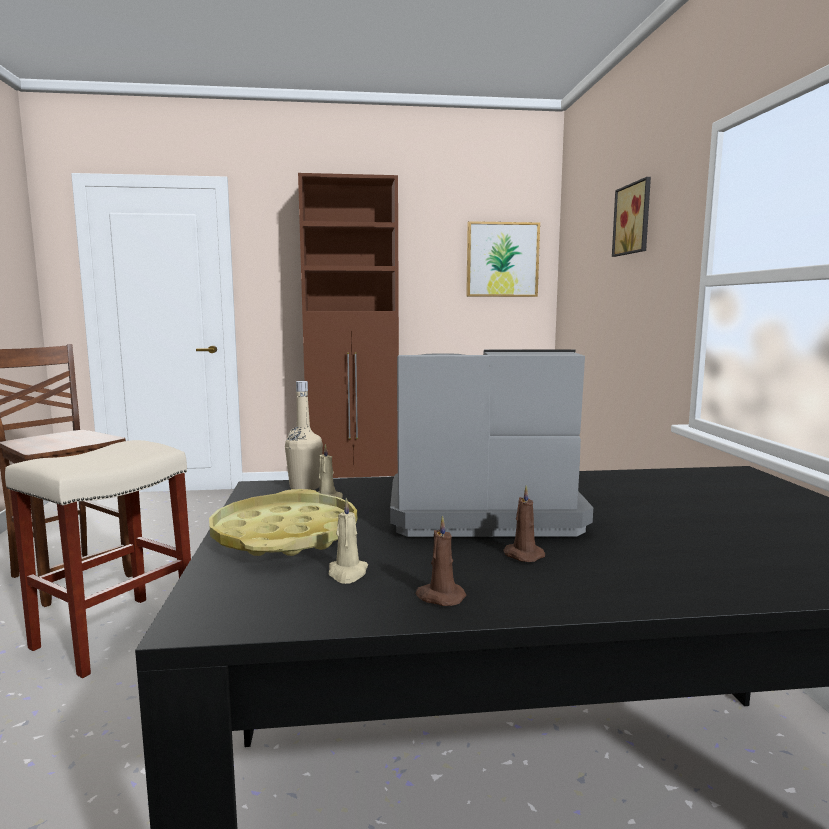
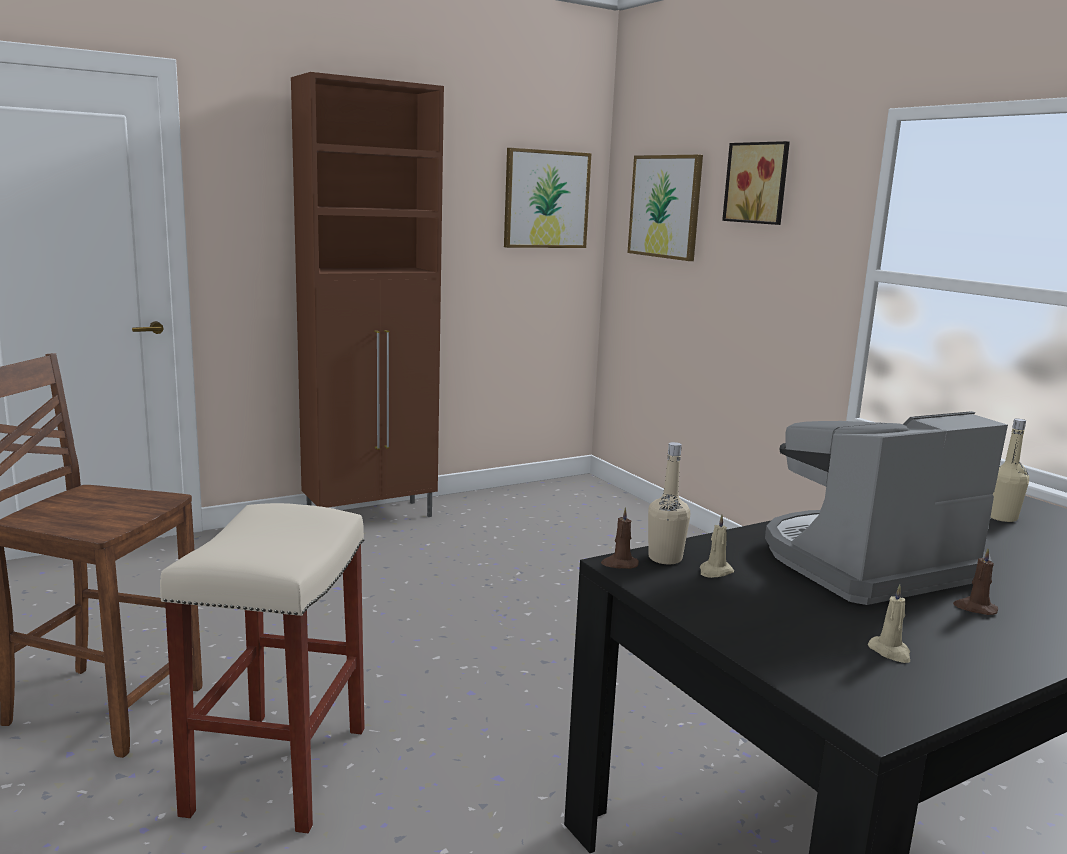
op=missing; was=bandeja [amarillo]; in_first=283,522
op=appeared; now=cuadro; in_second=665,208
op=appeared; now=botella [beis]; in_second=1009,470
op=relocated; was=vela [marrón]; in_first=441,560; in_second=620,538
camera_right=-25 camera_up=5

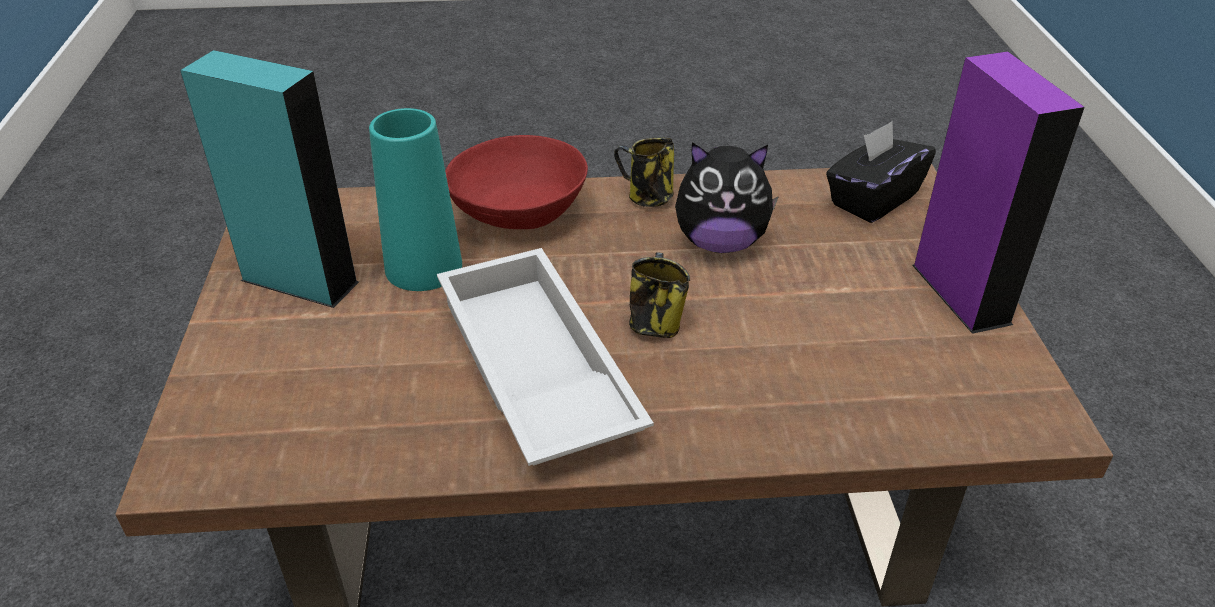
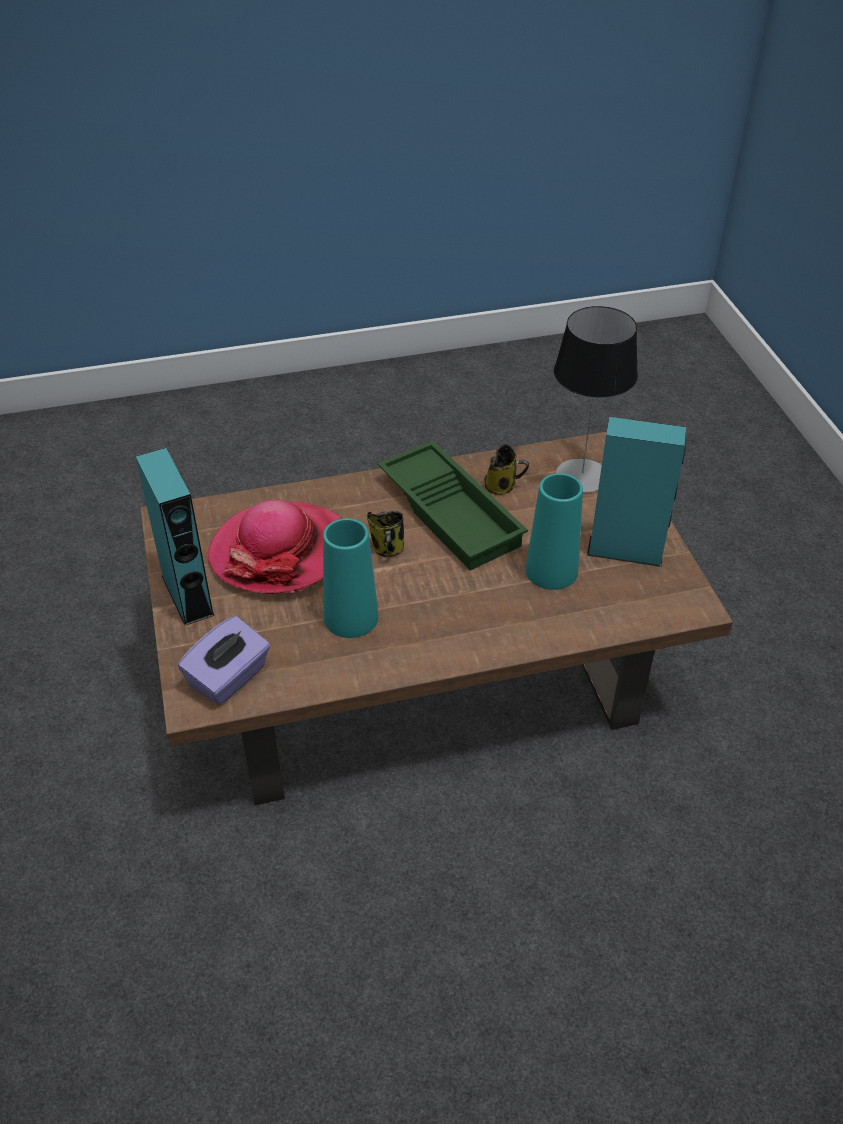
op=missing; was=cuenco [rojo]; in_first=516,182
op=appeared; now=sombrero; in_second=274,547
op=appeared; now=lámpara de mesa; in_second=596,399
op=relocated; was=taza grande; in_first=644,172; in_second=506,469
op=exchanged; was=peluche; now=florero [turquesa]; in_first=727,197; in_second=351,578
op=colour; was=bandeja [blanco]; now=bandeja [verde]; in_first=545,357; in_second=452,505
op=colour; was=caja de pañuelos [negro]; now=caja de pañuelos [morado]; in_first=881,172; in_second=224,660
op=colour; was=altavoz [morado]; now=altavoz [turquesa]; in_first=998,192; in_second=175,537
camera_right=170 camera_up=5

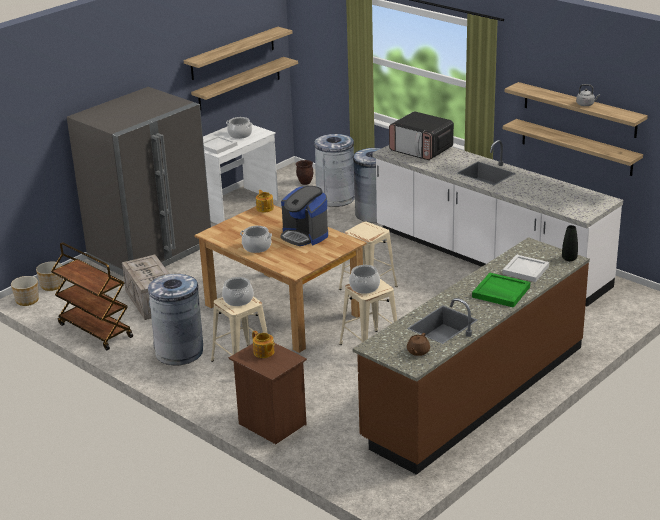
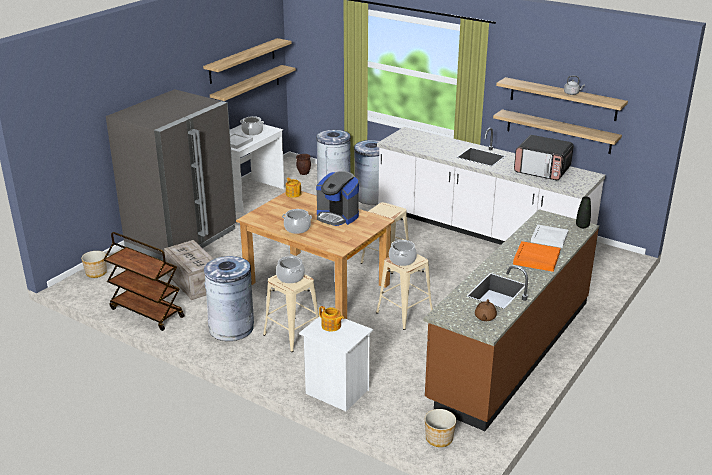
op=relocated; was=maceta; in_first=25,291; in_second=440,428
op=relocated; was=microondas; in_first=421,135; in_second=544,157
op=colour; was=mesita de noche [marrón]; now=mesita de noche [blanco]; in_first=268,393; in_second=336,363
op=colour; was=bandeja [verde]; now=bandeja [naranja]; in_first=501,290; in_second=536,256
camera_right=-10 camera_up=0

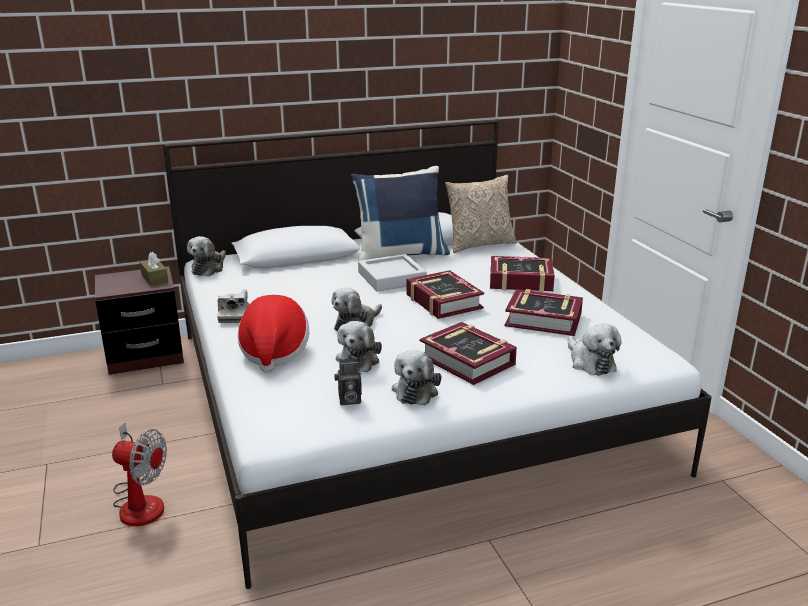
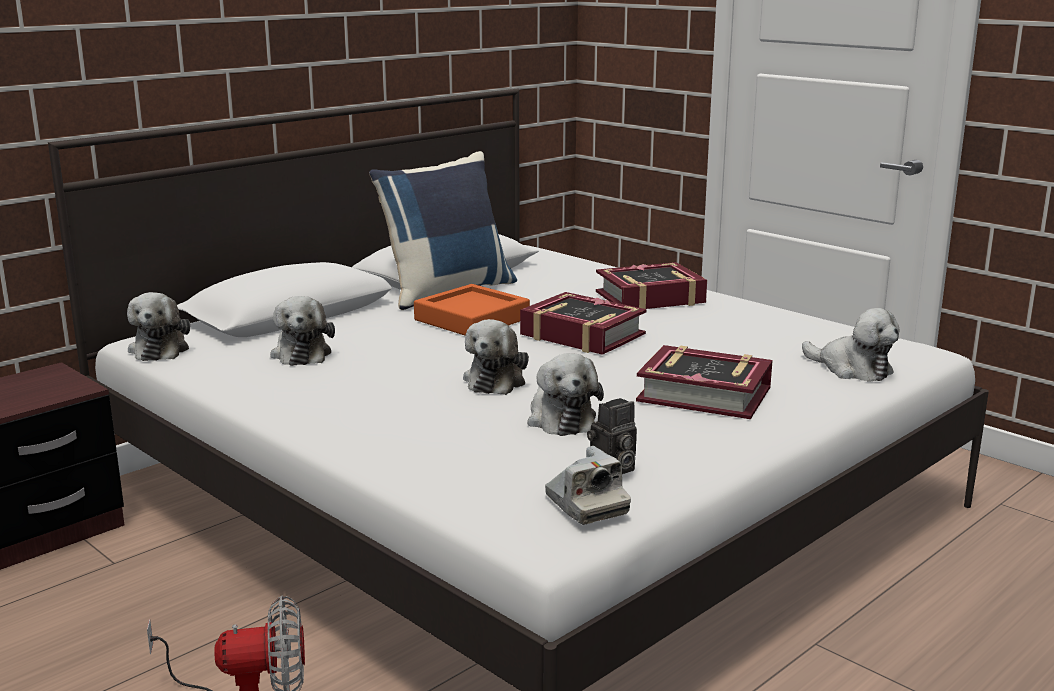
op=missing; was=caja de pañuelos [marrón]; in_first=154,269
op=missing; was=sombrero; in_first=273,334
op=missing; was=cojín; in_first=481,214
op=missing; was=libro; in_first=543,312
op=relocated; was=cámara; in_first=233,306; in_second=588,485
op=relocated; was=peluche; in_first=416,377; in_second=302,331
op=colour; was=bandeja [gris]; now=bandeja [naranja]; in_first=392,273; in_second=472,309
camera_right=-25 camera_up=-5

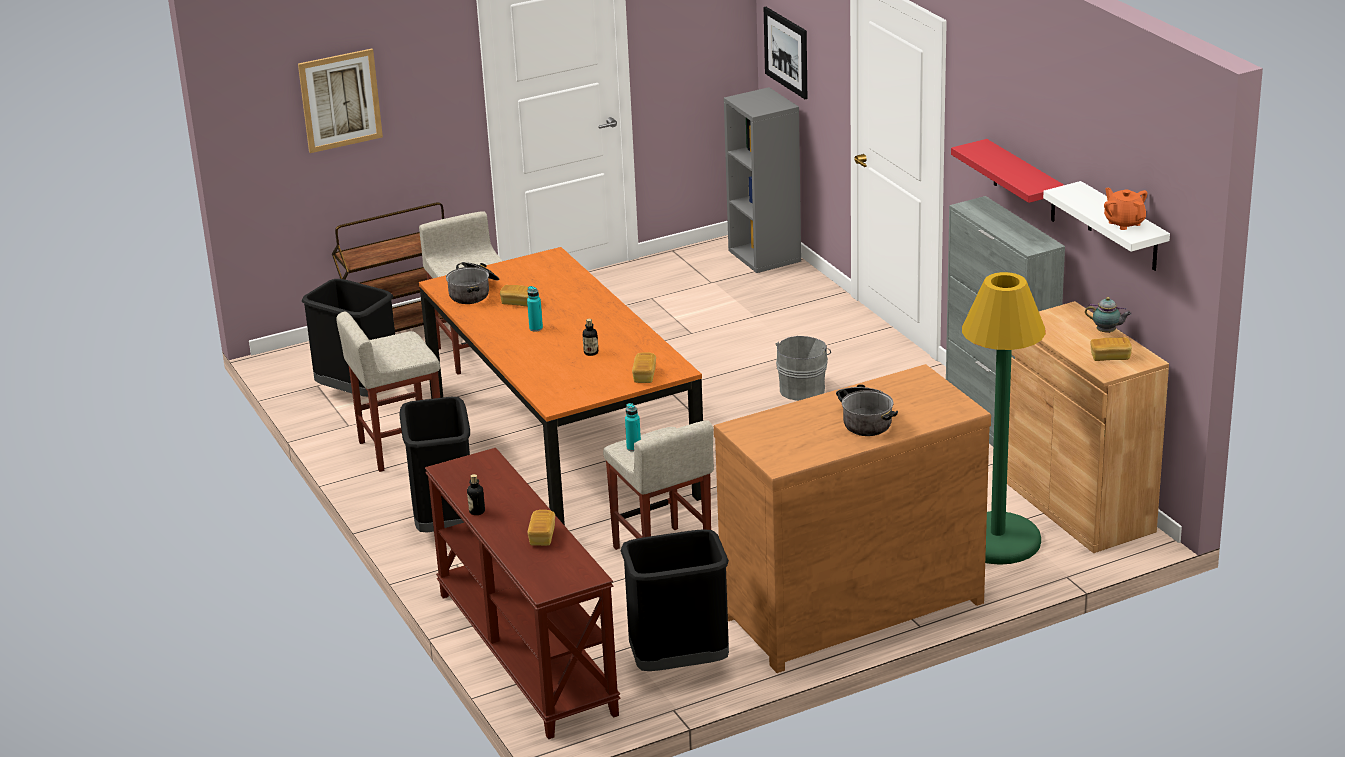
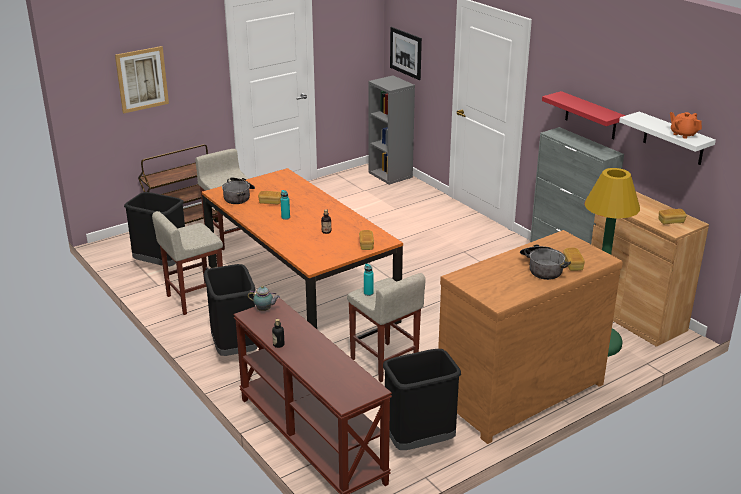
op=missing; was=cubo [gris]; in_first=803,368
op=relocated; was=pan; in_first=541,528; in_second=574,259
op=relocated; was=tetera; in_first=1108,315; in_second=264,298
camera_right=-10 camera_up=0

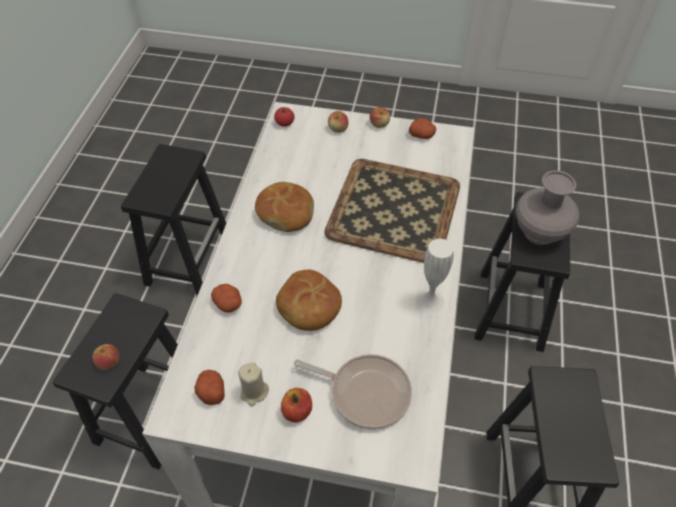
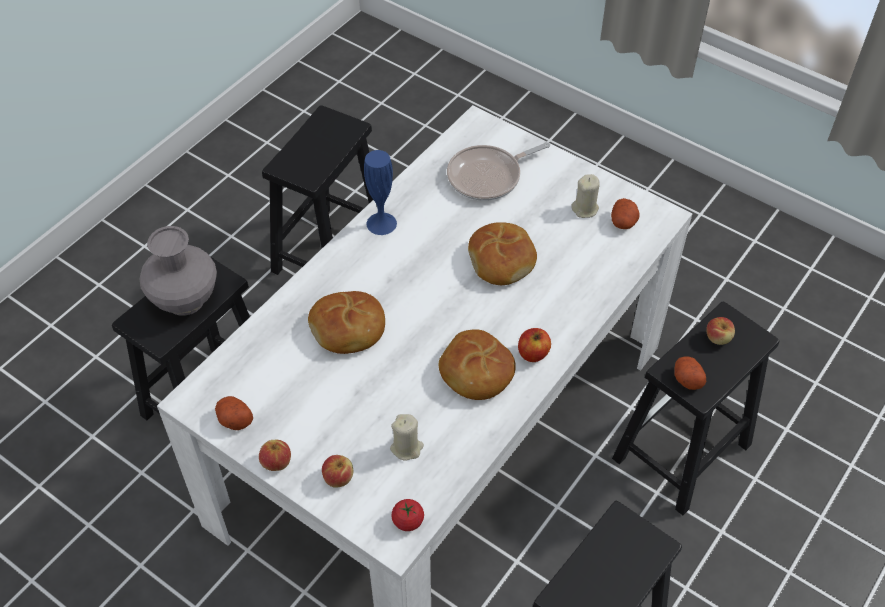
op=appeared; now=vela [beis]; in_second=407,437
op=relocated; was=patata; in_first=226,298; in_second=690,373
op=relocated; was=manzana; in_first=296,405; in_second=534,345
op=exchanged; was=bandeja; now=pan; in_first=392,211; in_second=346,322
op=colour; was=florero [blanco]; now=florero [azul]; in_first=435,276; in_second=380,192
op=spun; was=sartén; in_first=353,391; in_second=498,171; clockwise=-75
camera_right=-155 camera_up=0

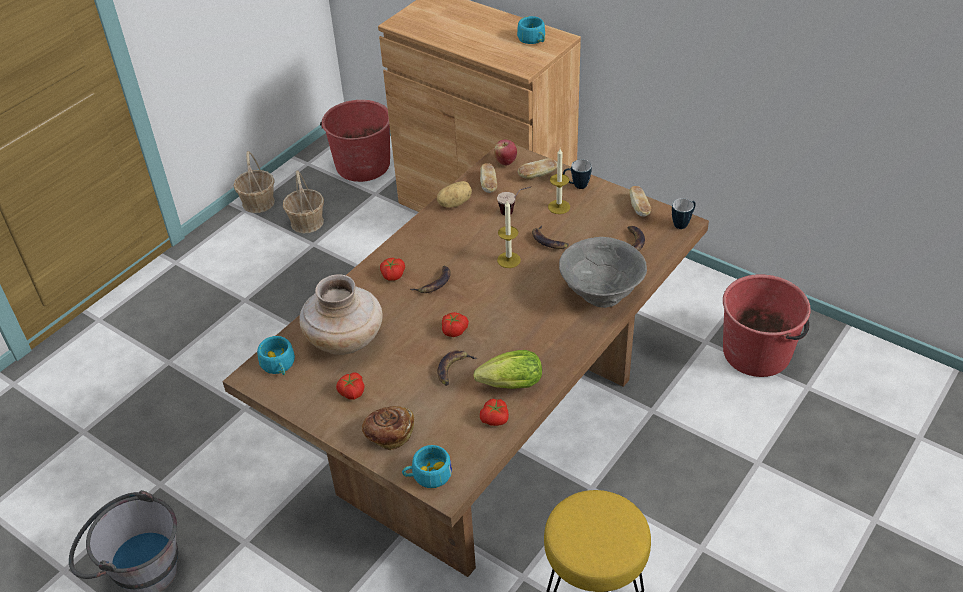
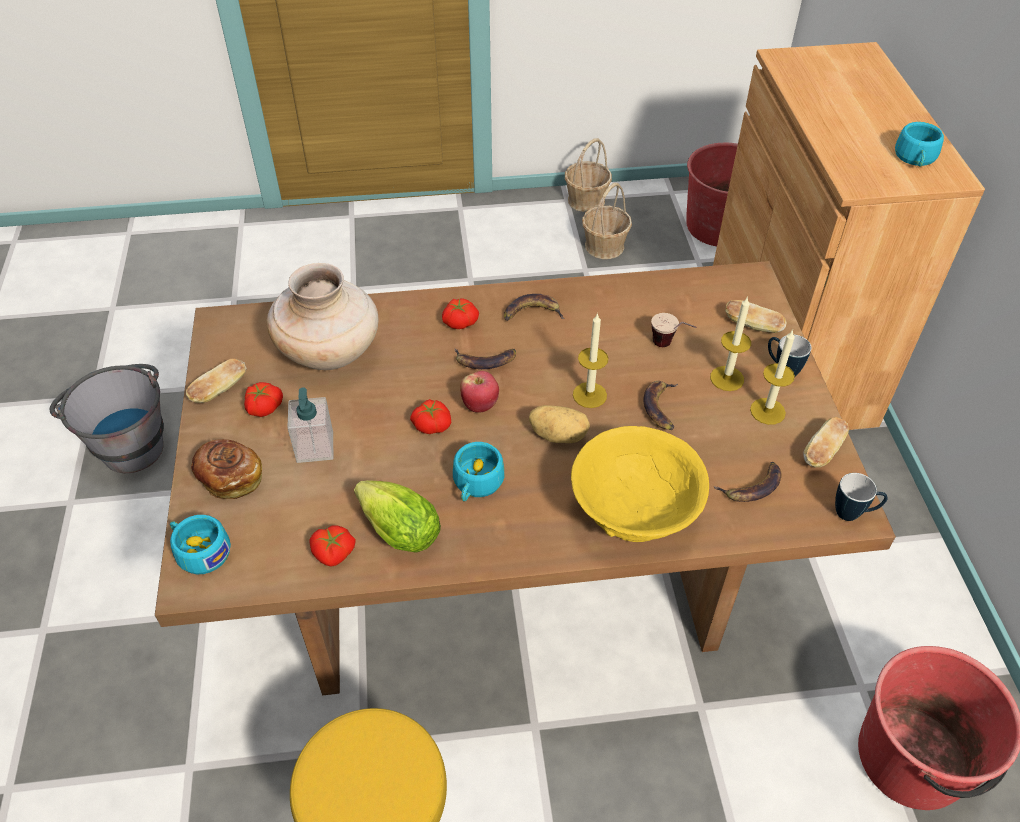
op=appeared; now=dispensador de jabón; in_second=310,425
op=appeared; now=vela; in_second=772,377
op=relocated; was=taza [turquesa]; in_first=276,355; in_second=478,471
op=relocated; was=patata; in_first=454,194; in_second=559,424
op=relocated; was=plátano; in_first=457,368; in_second=534,307
op=relocated; was=pan; in_first=488,178; in_second=216,381
op=relocated; was=manzana; in_first=505,152; in_second=479,392
op=colour; was=cuenco [gris]; now=cuenco [amarillo]; in_first=603,272; in_second=640,484
camera_right=45 camera_up=5

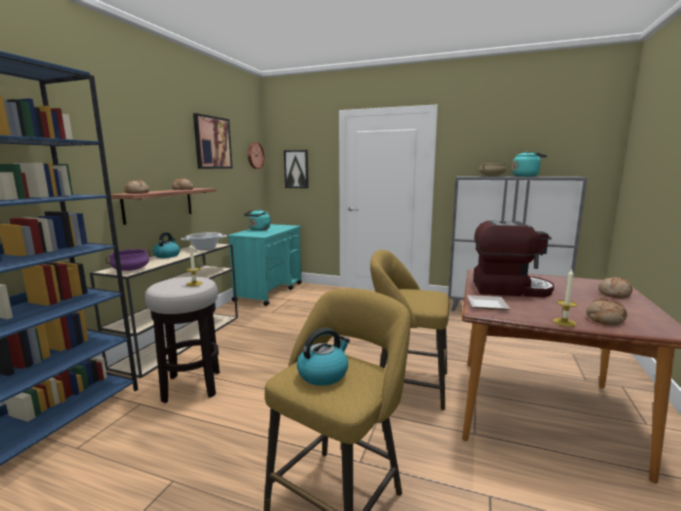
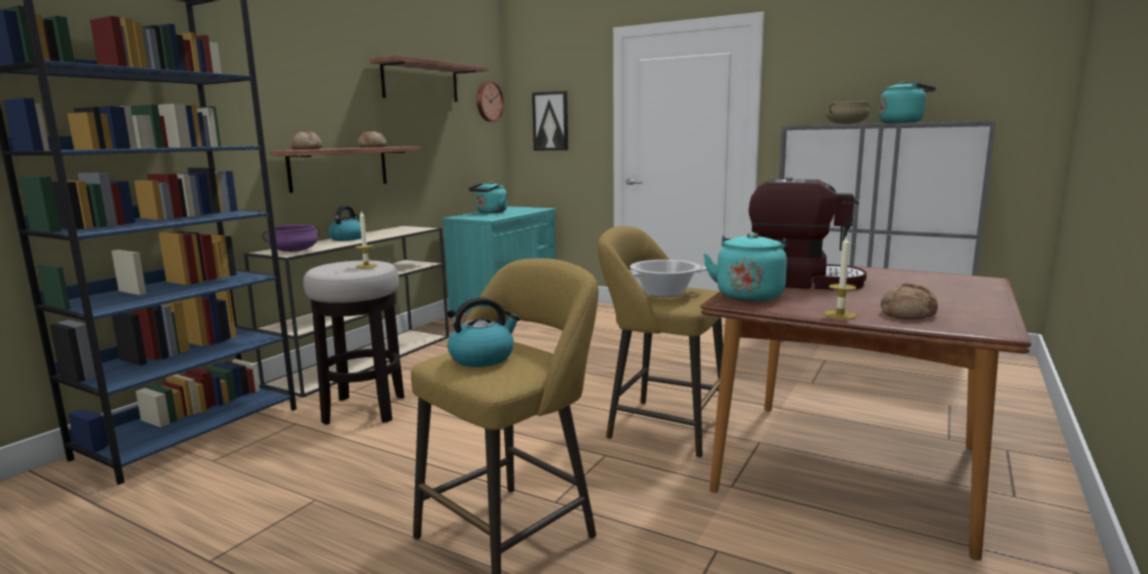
op=missing; was=pan; in_first=616,287
op=relocated; was=olla; in_first=204,241; in_second=668,278
op=exchanged; was=cuadro; now=estante; in_first=212,141; in_second=428,78
op=exchanged; was=plato; now=hervidor [turquesa]; in_first=488,302; in_second=745,267
camera_right=10 camera_up=0

